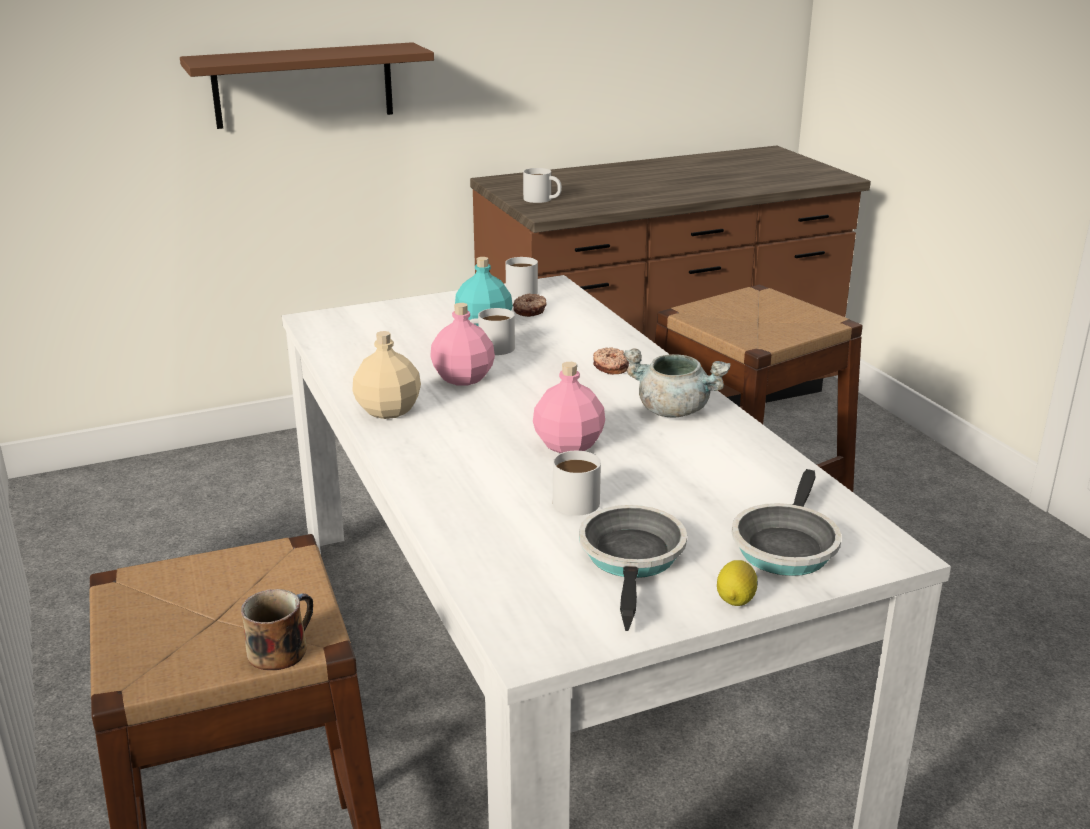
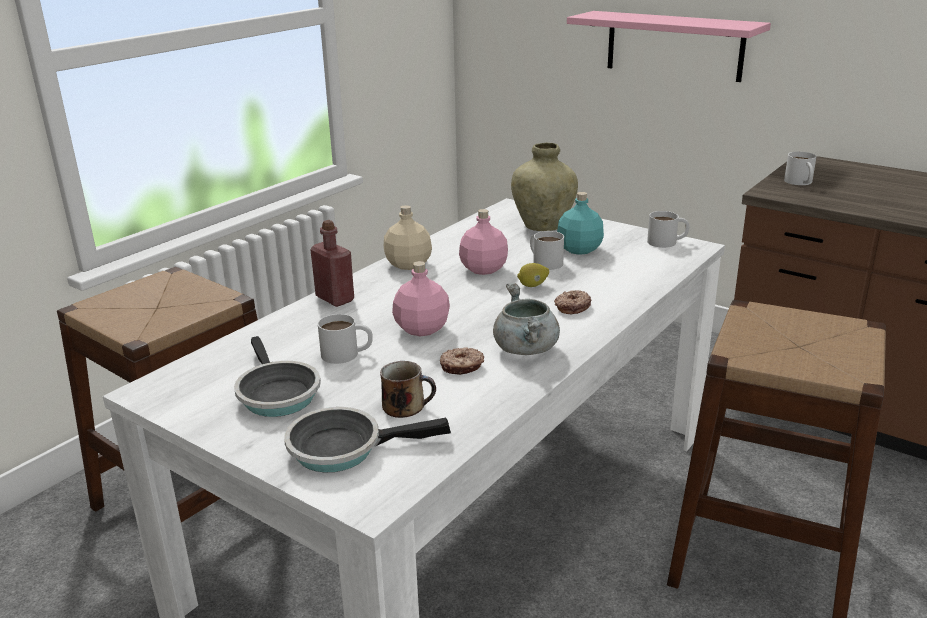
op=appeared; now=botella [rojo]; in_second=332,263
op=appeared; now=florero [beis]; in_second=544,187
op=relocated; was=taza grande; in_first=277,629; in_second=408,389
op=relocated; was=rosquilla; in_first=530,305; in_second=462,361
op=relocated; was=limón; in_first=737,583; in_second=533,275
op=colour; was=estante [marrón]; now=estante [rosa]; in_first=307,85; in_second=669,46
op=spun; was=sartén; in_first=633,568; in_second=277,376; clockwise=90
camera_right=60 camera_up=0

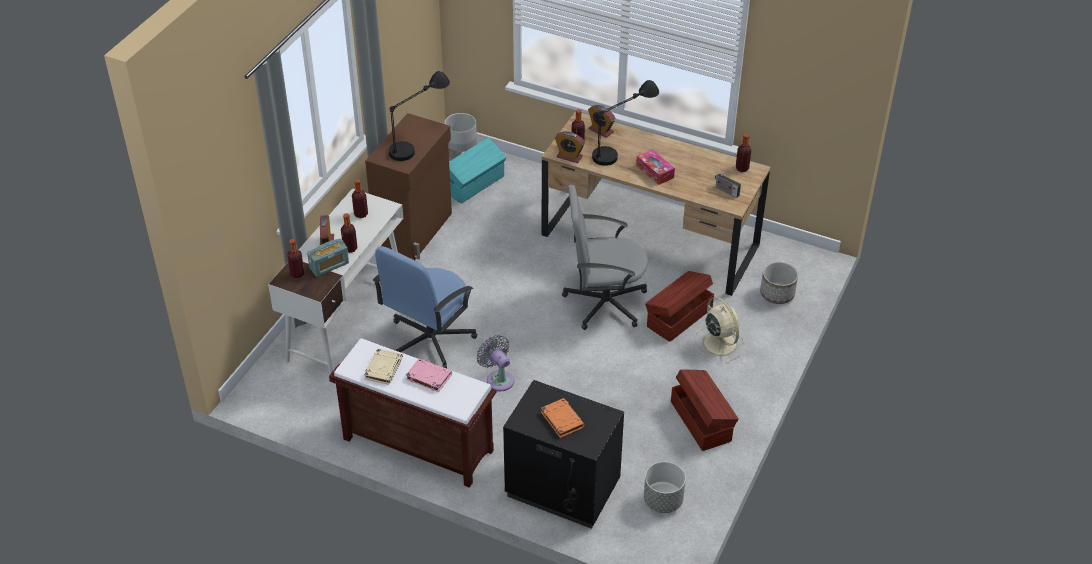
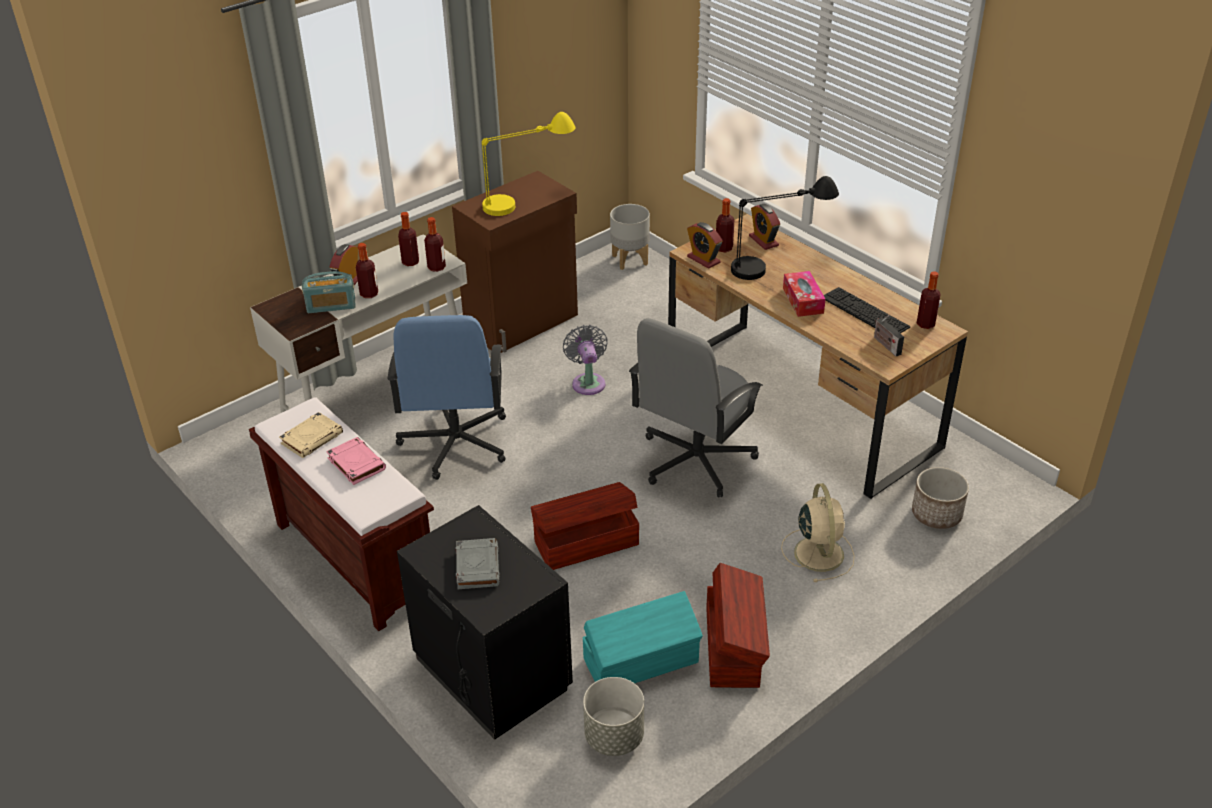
op=appeared; now=teclado; in_second=867,310
op=relocated; was=botella; in_first=296,259; in_second=435,244
op=relocated; was=caja de almacenaje [turquesa]; in_first=477,170; in_second=643,637
op=relocated; was=ventilador [gris]; in_first=495,363; in_second=585,360
op=relocated; was=caja de almacenaje [marrón]; in_first=679,306; in_second=585,526
op=colour; was=lámpara de mesa [negro]; now=lámpara de mesa [amarillo]; in_first=419,116; in_second=528,164
op=colour; was=libro [naranja]; now=libro [gris]; in_first=563,418; in_second=477,563
op=spun; was=silla de oficina [azul]; in_first=425,307; in_second=447,397; clockwise=-60
op=spun; was=silla de oficina [gris]; in_first=605,257; in_second=696,407; clockwise=-75
camera_right=25 camera_up=-5

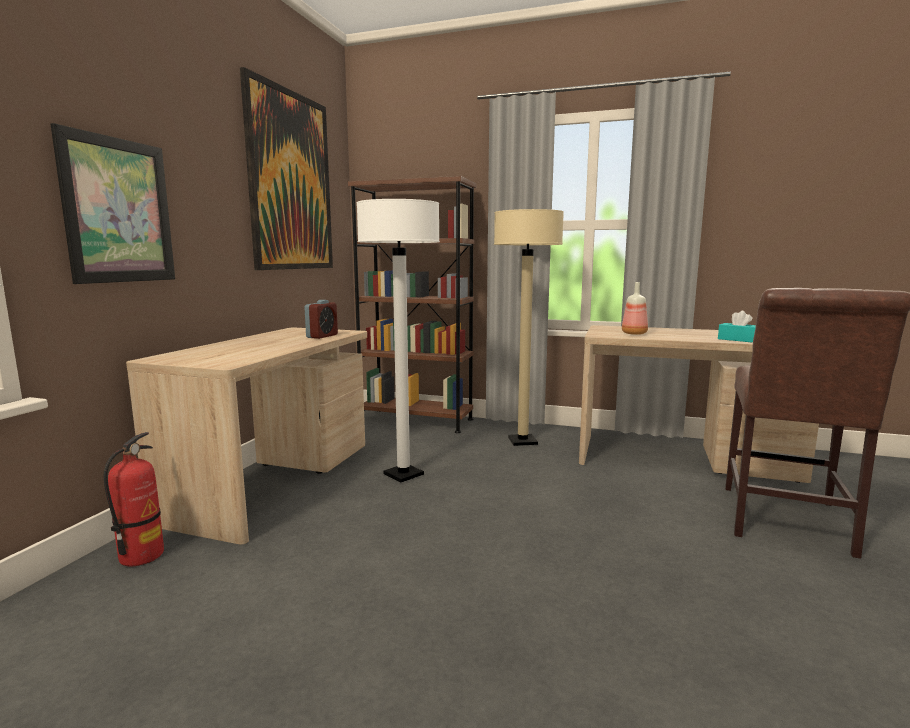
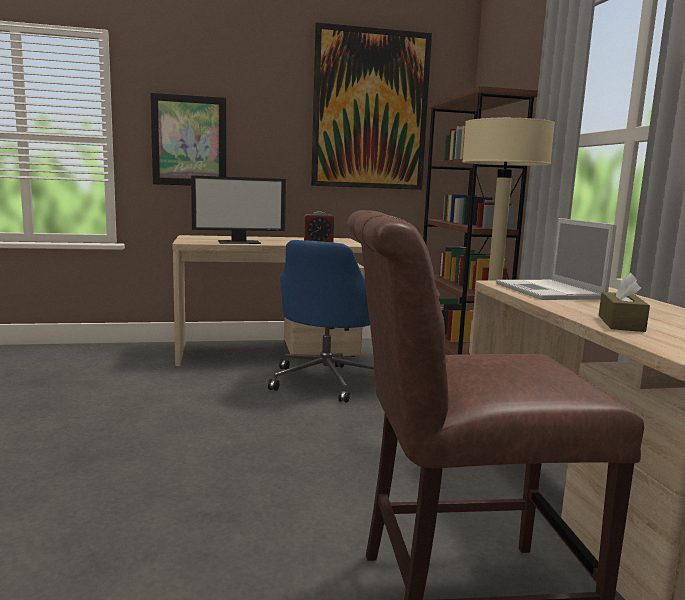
op=missing; was=extintor; in_first=134,499
op=appeared; now=monitor; in_second=238,209
op=exchanged; was=lámpara de pie [blanco]; now=silla de oficina [azul]; in_first=398,340; in_second=321,321
op=exchanged; was=botella; now=portátil; in_first=635,308; in_second=556,259
op=colour; was=caja de pañuelos [turquesa]; now=caja de pañuelos [marrón]; in_first=737,327; in_second=624,302
camera_right=60 camera_up=0

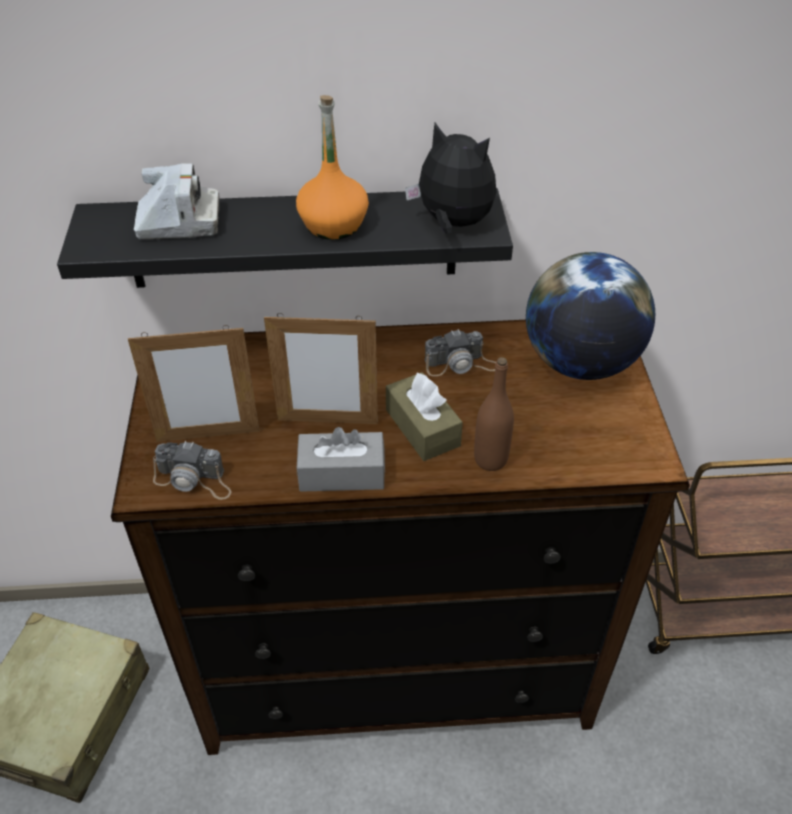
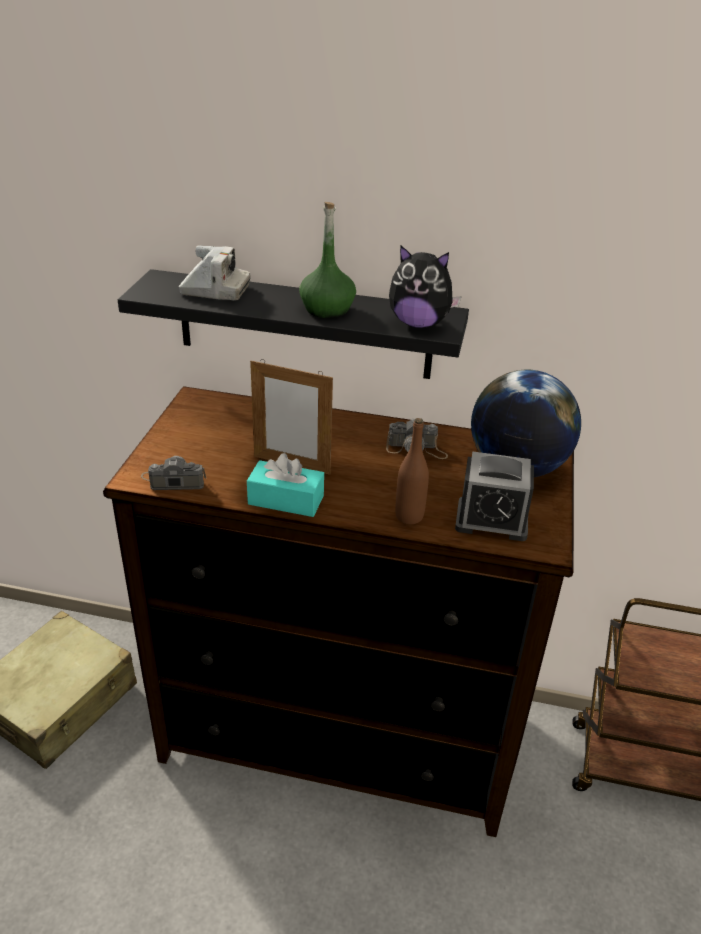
op=missing; was=portarretratos; in_first=194,383
op=missing; was=caja de pañuelos [marrón]; in_first=424,416
op=appeared; now=despertador; in_second=494,496
op=colour; was=botella [naranja]; now=botella [verde]; in_first=332,167; in_second=327,260
op=colour; was=caja de pañuelos [gris]; now=caja de pañuelos [turquesa]; in_first=341,459; in_second=285,485
op=spun; was=cámara; in_first=192,470; in_second=174,473; clockwise=150
op=spun; was=peluche; in_first=451,178; in_second=425,286; clockwise=150
camera_right=15 camera_up=-10

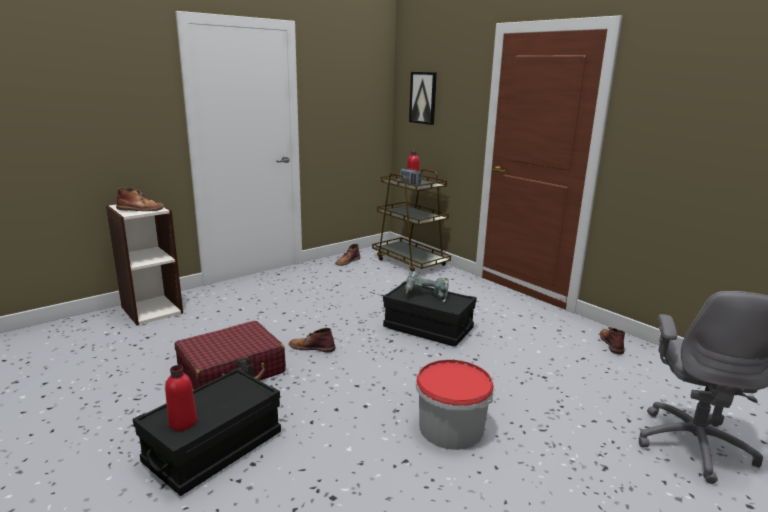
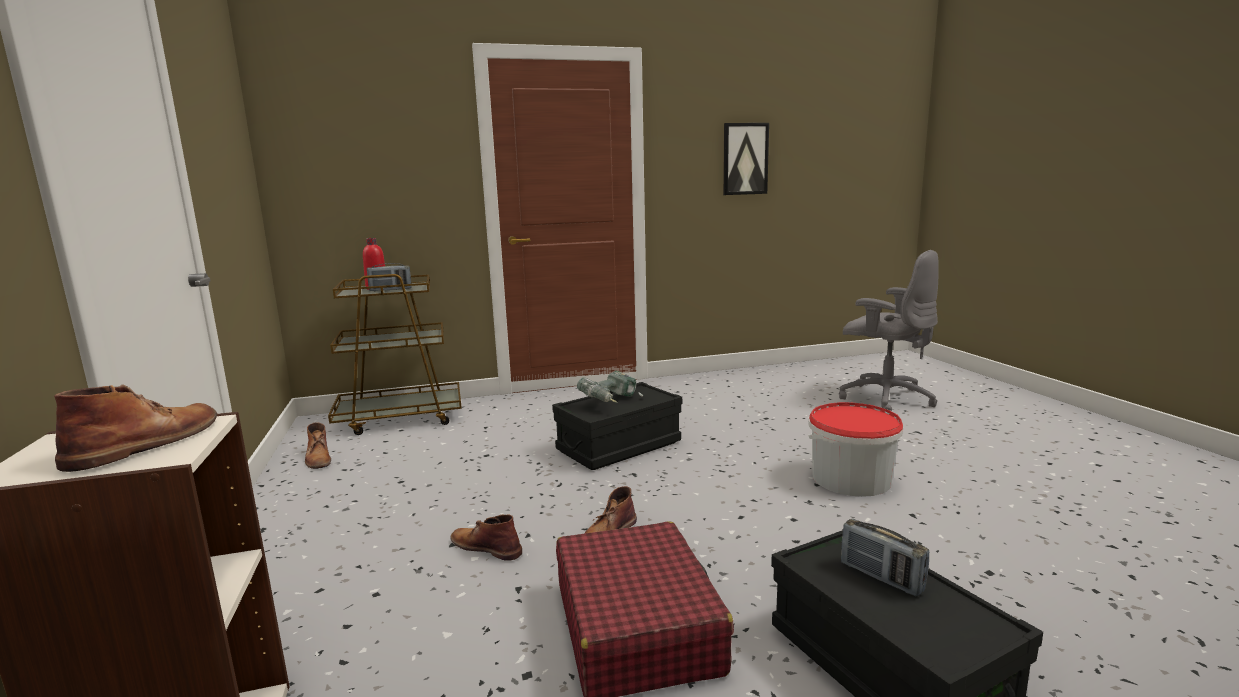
op=missing; was=botella [rojo]; in_first=181,398
op=appeared; now=radio; in_second=885,557
op=relocated; was=cuadro; in_first=423,98; in_second=746,159
op=relocated; was=bota [marrón]; in_first=612,340; in_second=486,537
camera_right=-65 camera_up=-5

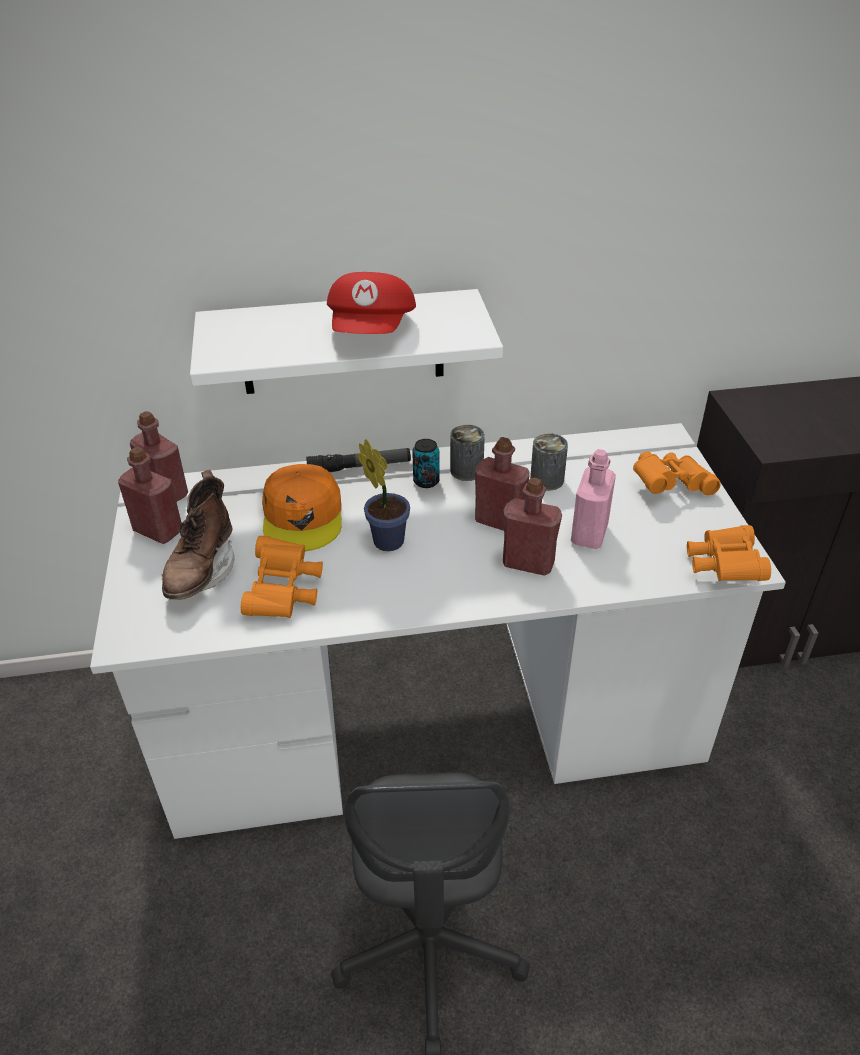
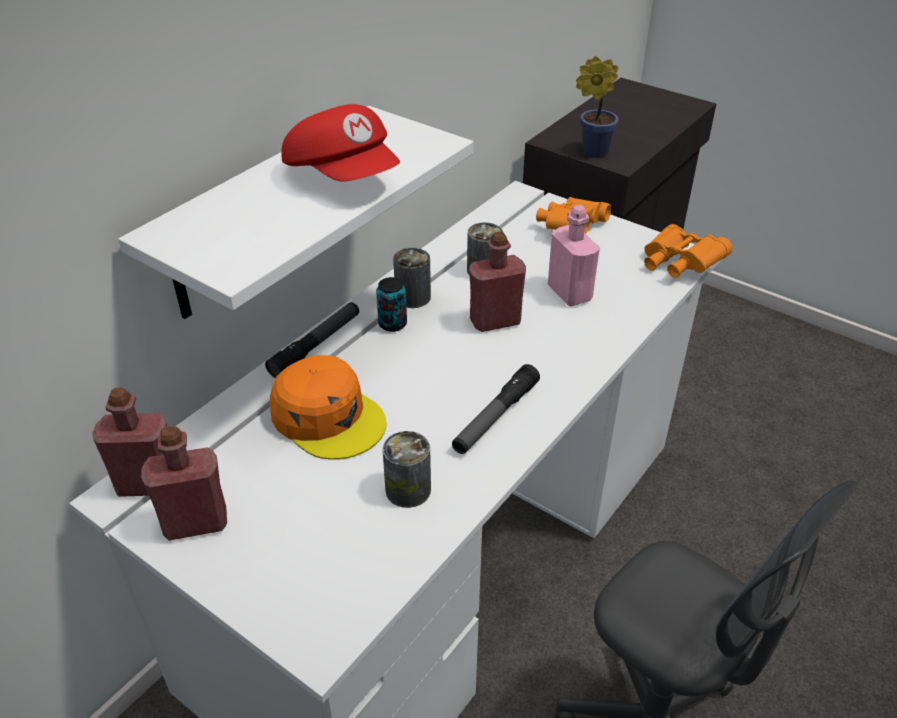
op=missing; was=bota [marrón]; in_first=198,535
op=missing; was=botella [rojo]; in_first=532,527
op=appeared; now=linterna; in_second=496,409
op=relocated; was=planta en maceta; in_first=384,495; in_second=597,107
op=exchanged; was=prismáticos [naranja]; now=lata; in_first=282,577; in_second=407,469
camera_right=-45 camera_up=0

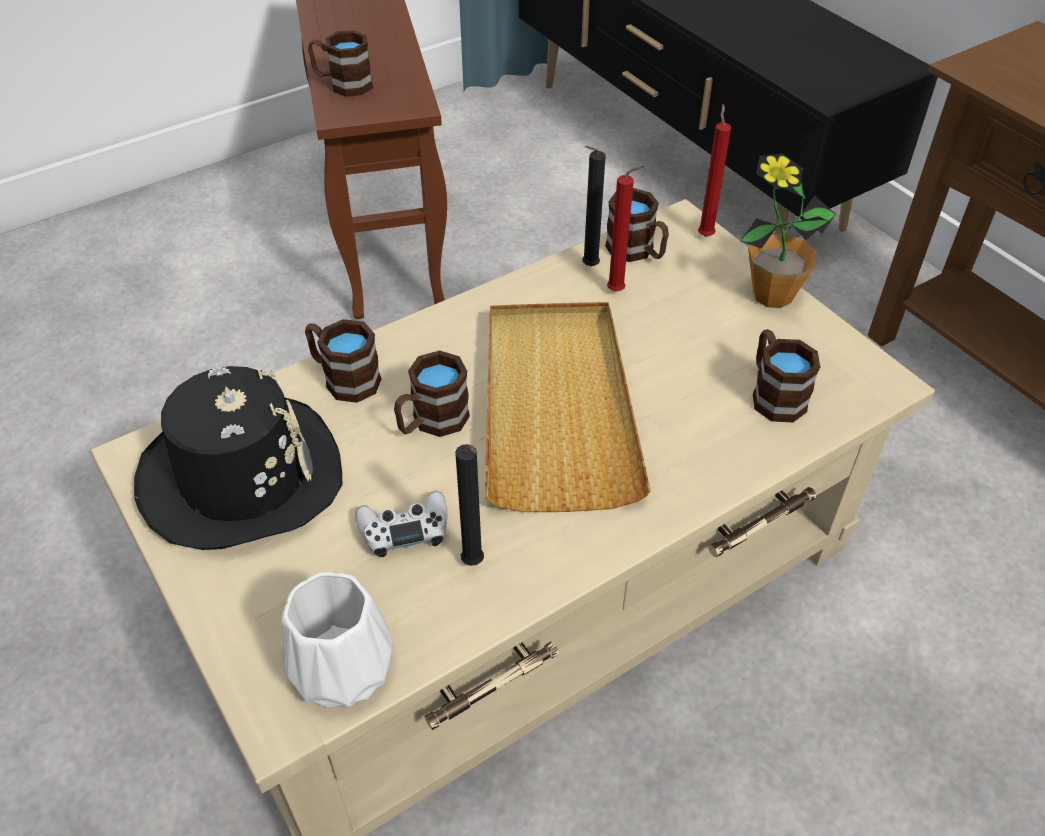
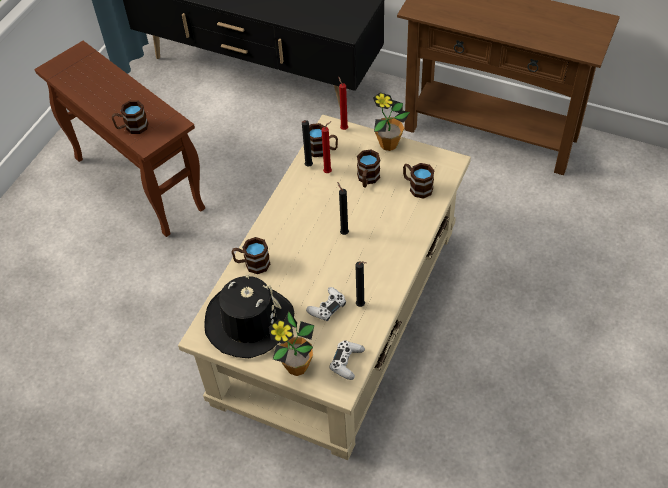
op=appeared; now=planta en maceta; in_second=291,343
op=relocated; was=taza grande [marrón]; in_first=432,393; in_second=368,168
op=exchanged; was=florero [blanco]; now=mando de consola [blanco]; in_first=337,640; in_second=347,360
op=exchanged; was=bandeja [beis]; now=vela [negro]; in_first=568,407; in_second=343,208
camera_right=-30 camera_up=5

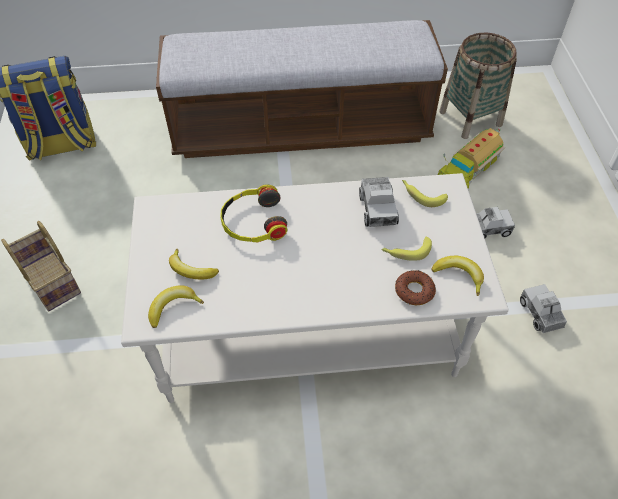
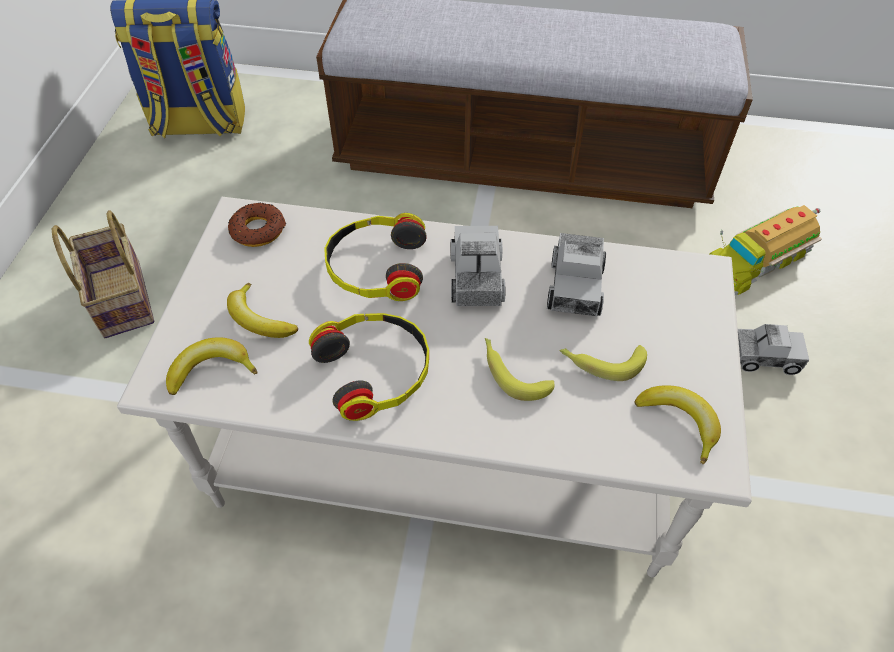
op=missing; was=cesta; in_first=478,86
op=appeared; now=auriculares; in_second=369,367
op=relocated; was=rosquilla; in_first=415,287; in_second=257,224
op=relocated; was=plátano; in_first=425,193; in_second=519,369
op=relocated; was=camión de juguete; in_first=543,308; in_second=478,266
camera_right=15 camera_up=0

